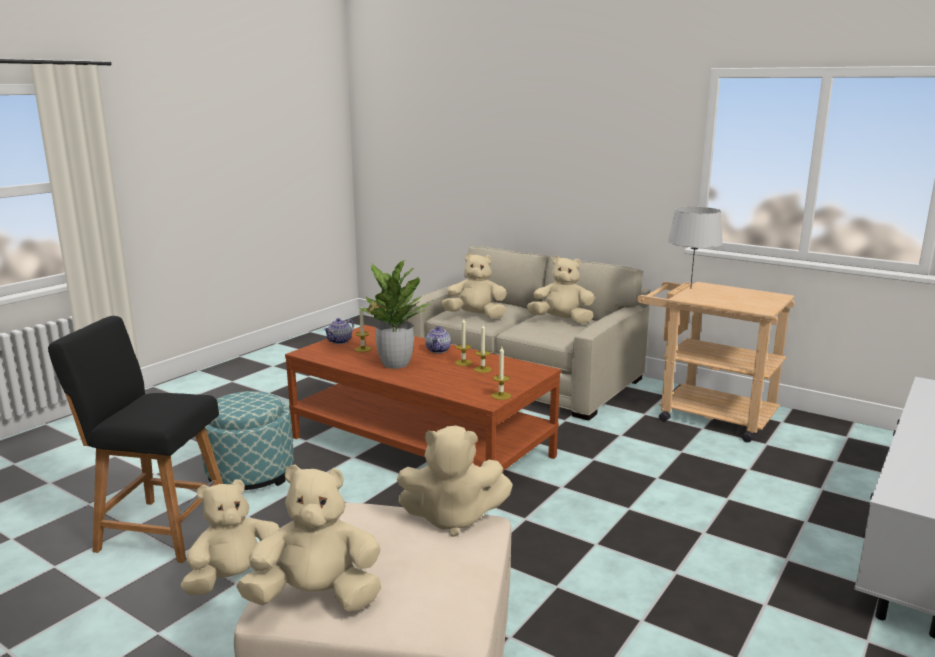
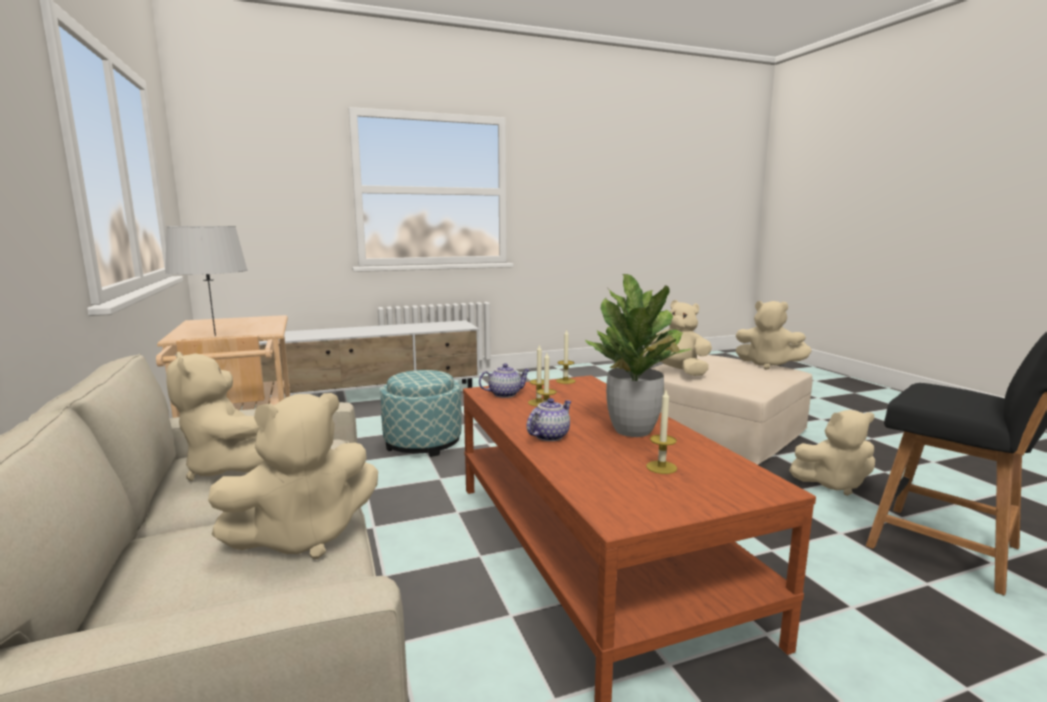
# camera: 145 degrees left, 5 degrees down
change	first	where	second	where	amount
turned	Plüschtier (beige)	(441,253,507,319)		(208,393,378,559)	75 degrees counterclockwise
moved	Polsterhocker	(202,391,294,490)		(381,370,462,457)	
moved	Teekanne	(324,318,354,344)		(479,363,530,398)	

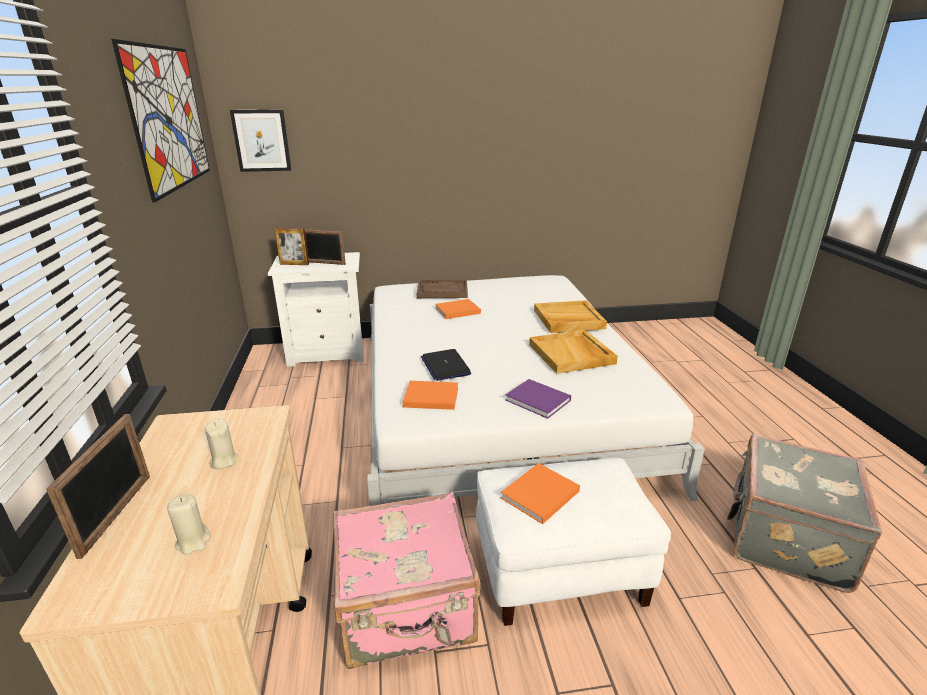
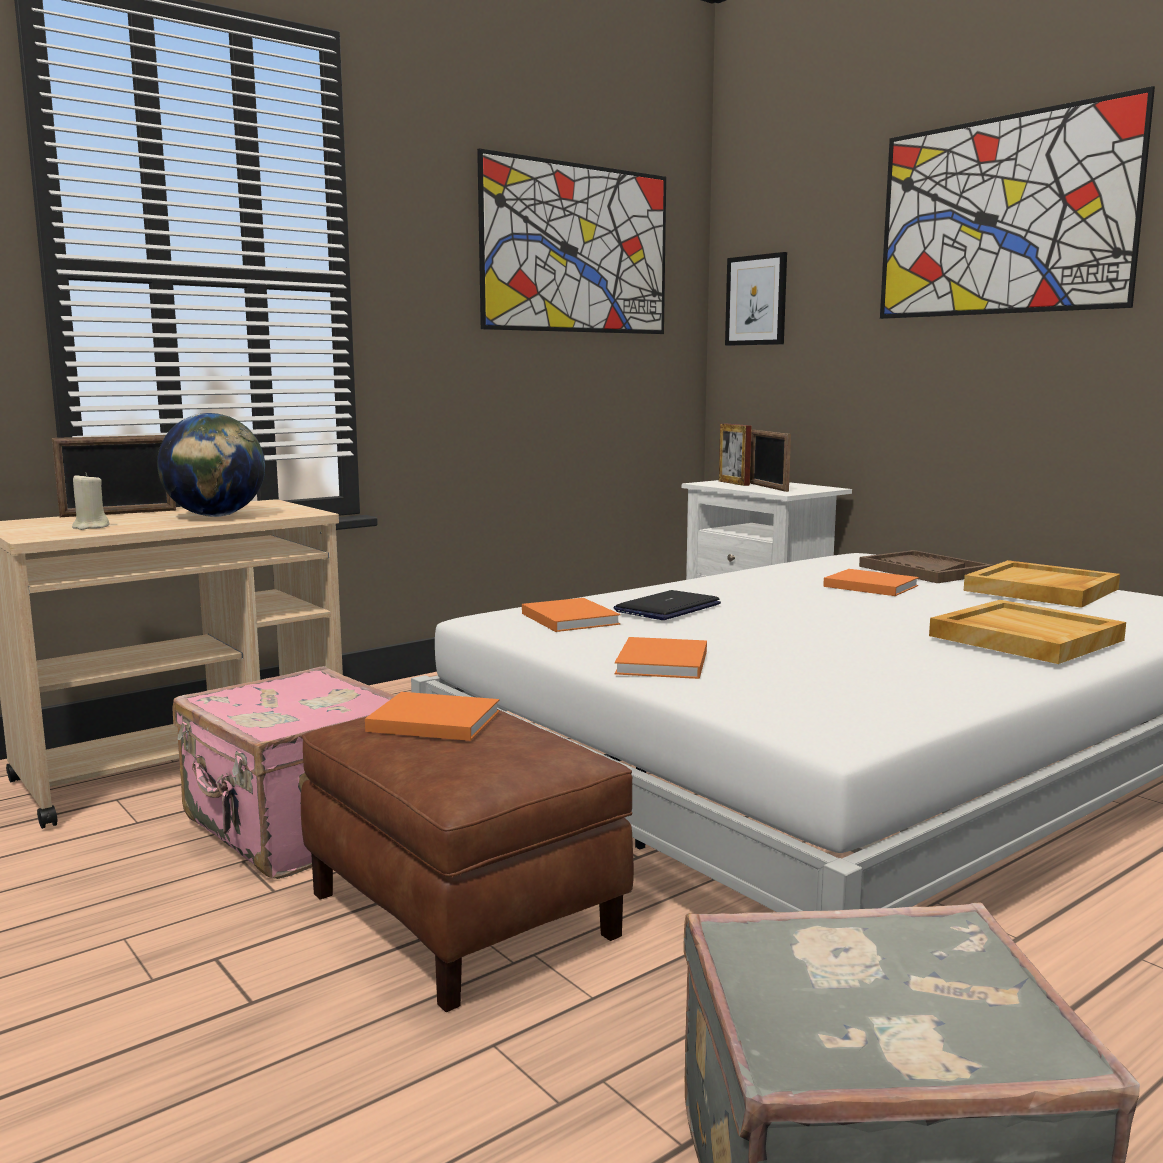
# camera: 60 degrees right, 15 degrees down
change	first	where	second	where	amount
replaced	Kerze (beige)	(205,419,238,469)	Globus	(157,413,265,517)	
recoloured	Polsterhocker (weiß)	(476,458,671,626)	Polsterhocker (braun)	(301,709,634,1012)	
recoloured	Buch (lila)	(505,379,571,419)	Buch (orange)	(615,637,707,679)	
added			Bild	(880,86,1155,319)	
moved	Tablett (beige)	(529,330,618,374)		(964,560,1120,608)	

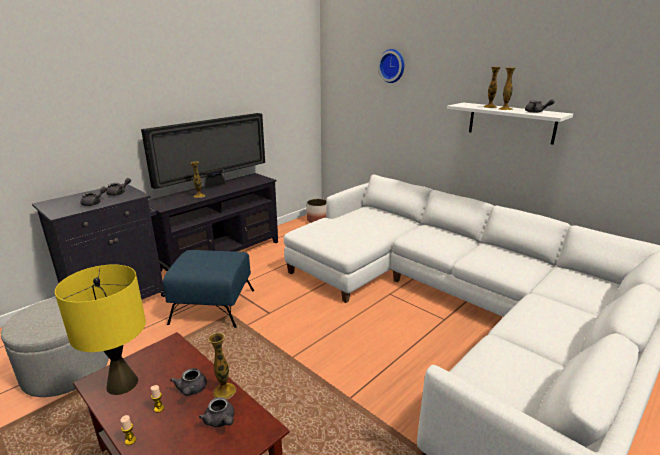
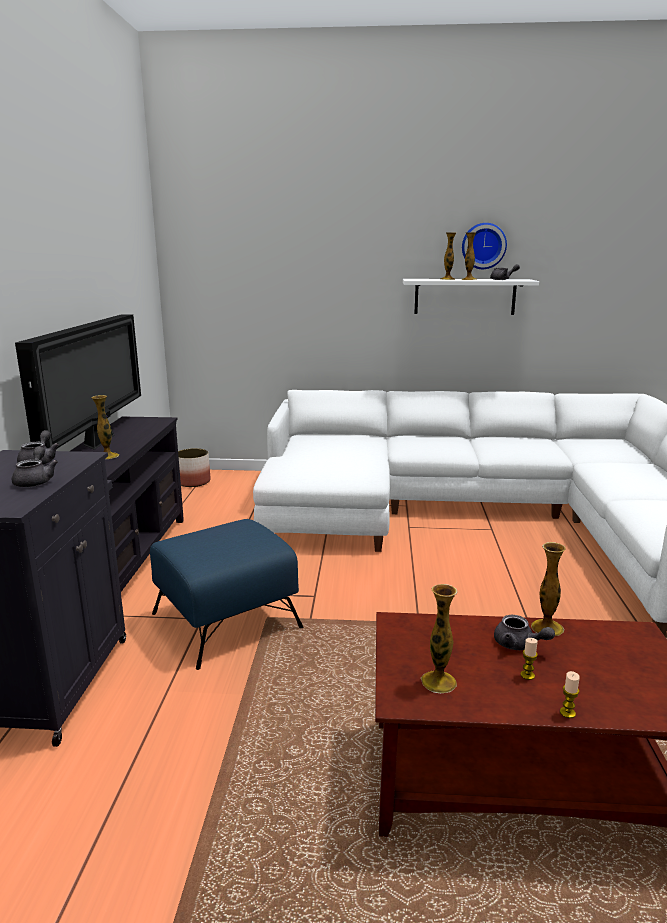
# camera: 40 degrees left, 5 degrees down
change	first	where	second	where	amount
replaced	Tischlampe (gelb)	(55,264,146,395)	Vase	(421,584,458,693)	
moved	Wanduhr	(378,49,404,83)		(462,223,507,269)	
removed	Polsterhocker (grau)	(1,298,109,397)			
removed	Teekanne (grau)	(199,397,234,427)			

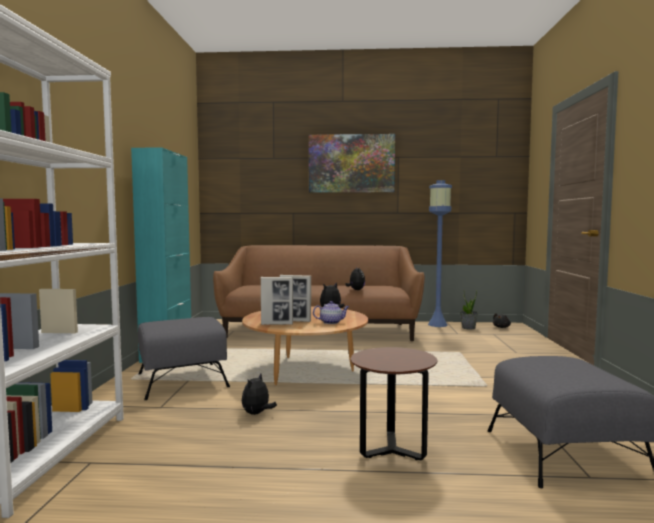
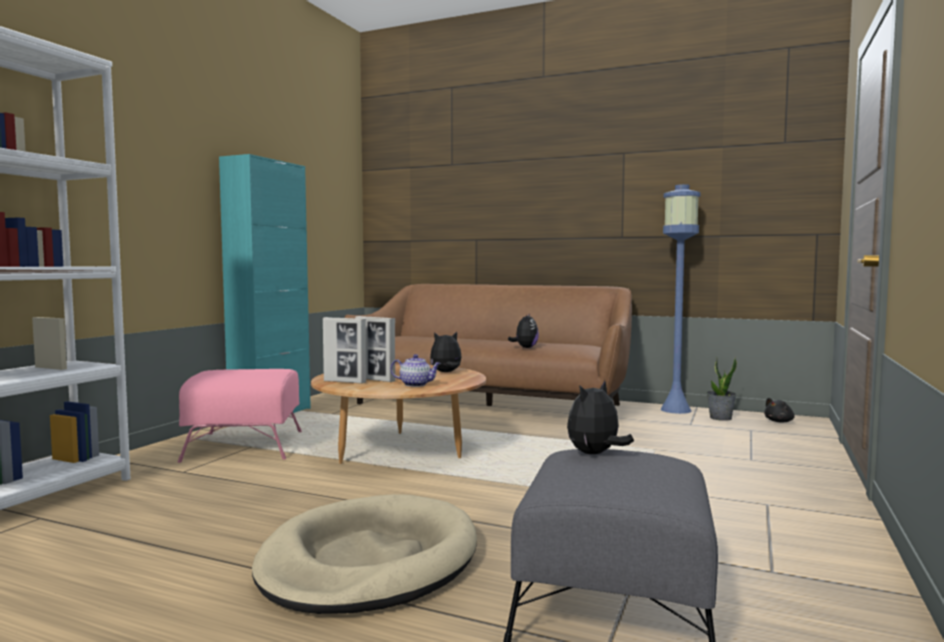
# camera: 20 degrees right, 0 degrees up
change	first	where	second	where	amount
recoloured	Polsterhocker (grau)	(138,317,230,400)	Polsterhocker (rosa)	(178,369,302,463)	
replaced	Beistelltisch (braun)	(350,347,437,460)	Hundebett (beige)	(252,494,477,614)	
moved	Plüschtier	(242,373,277,415)		(567,380,634,454)	
removed	Bild	(309,134,395,193)			

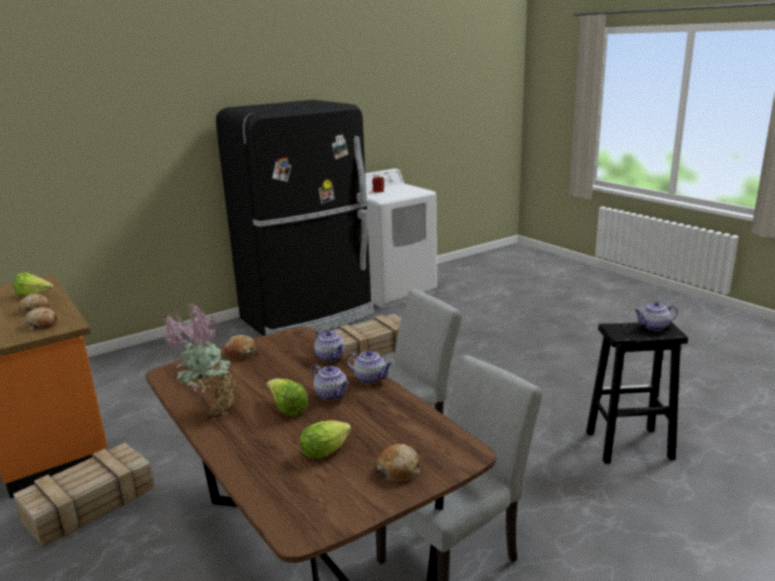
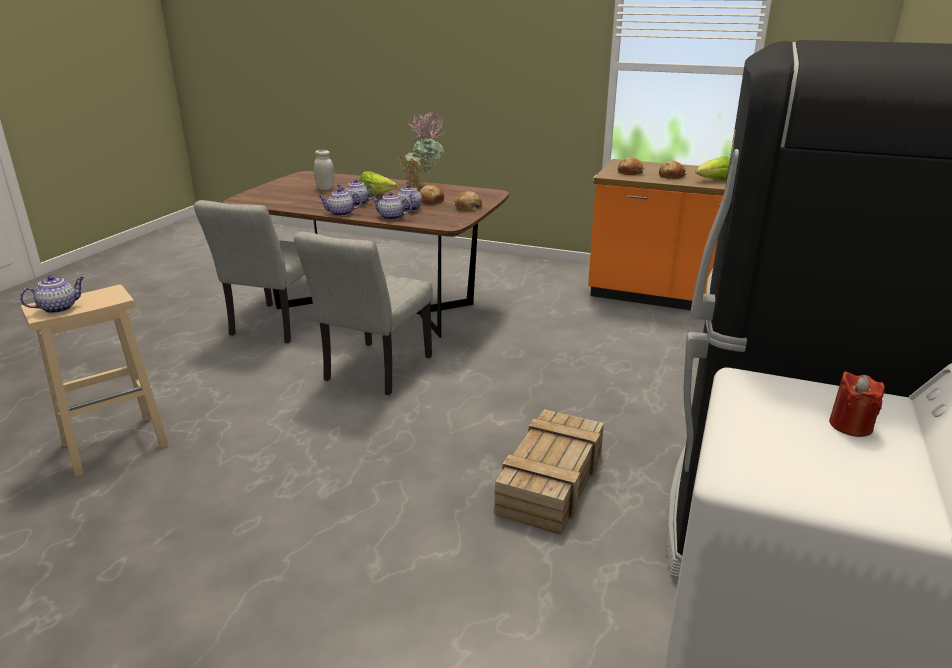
# camera: 145 degrees right, 5 degrees up
change	first	where	second	where	amount
recoloured	Hocker (schwarz)	(586,321,688,464)	Hocker (beige)	(21,285,169,477)	
replaced	Salatkopf	(300,420,351,459)	Vorratsglas (weiß)	(314,150,335,190)	
added			Teekanne	(397,184,422,211)	
moved	Brot	(375,444,420,481)		(420,185,444,205)	
removed	Kiste	(13,443,155,548)			

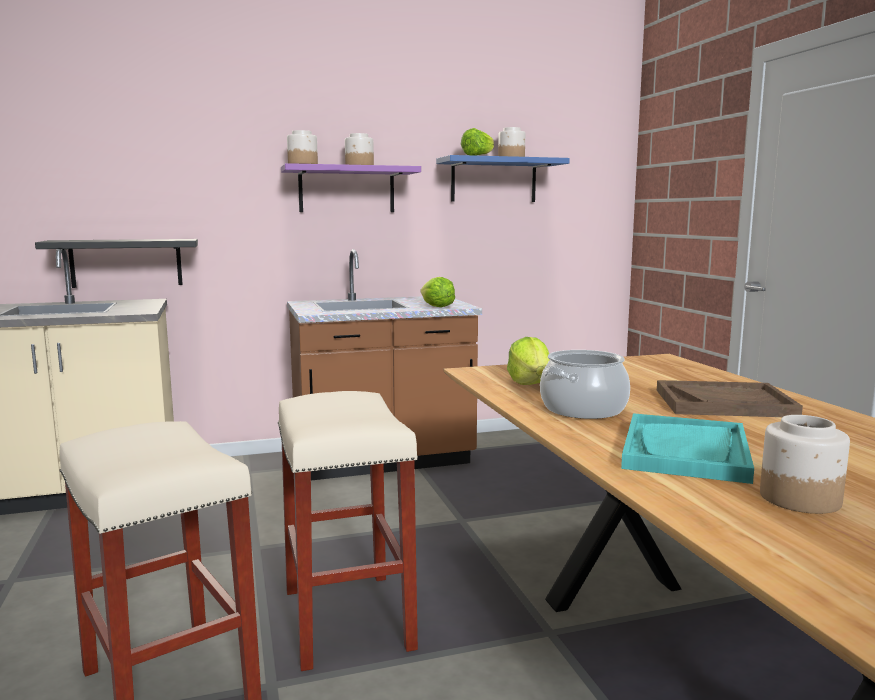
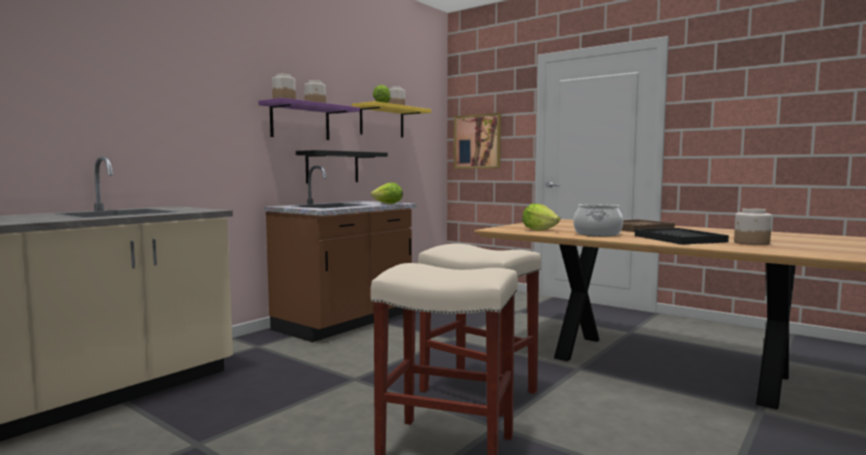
# camera: 35 degrees left, 5 degrees down
change	first	where	second	where	amount
moved	Wandregal (schwarz)	(35,239,198,288)		(296,150,388,184)	
recoloured	Wandregal (blau)	(436,155,570,202)	Wandregal (gelb)	(352,101,431,137)	
added			Bild	(454,113,501,169)	
recoloured	Tablett (türkis)	(621,413,754,484)	Tablett (schwarz)	(635,228,729,245)	

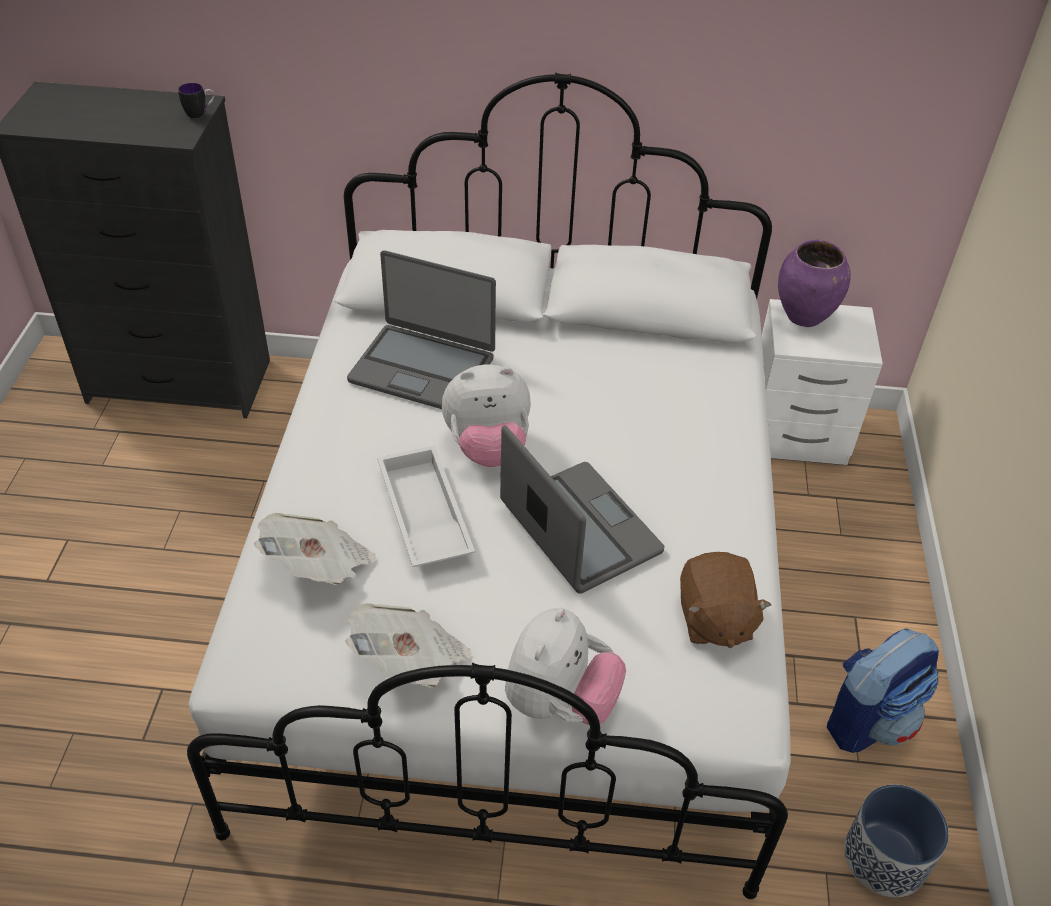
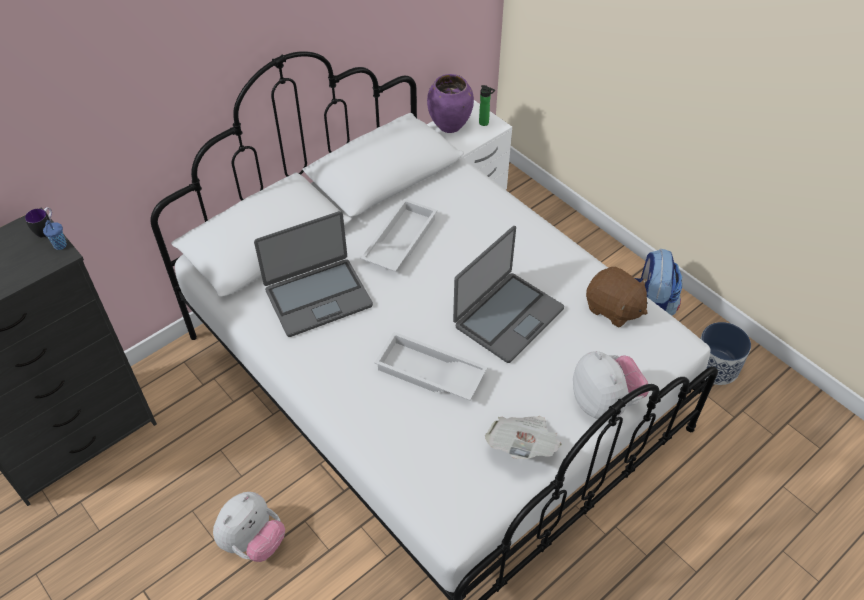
# camera: 45 degrees left, 5 degrees up
change	first	where	second	where	amount
added			Tasse (blau)	(43,220,67,250)	
moved	Plüschtier	(442,364,531,467)		(213,492,285,562)	
added			Tablett (weiß)	(361,199,437,272)	
turned	Laptop	(500,425,665,594)		(453,226,564,363)	120 degrees clockwise
added			Flasche	(479,85,495,126)	
removed	Zeitung	(254,513,376,585)			

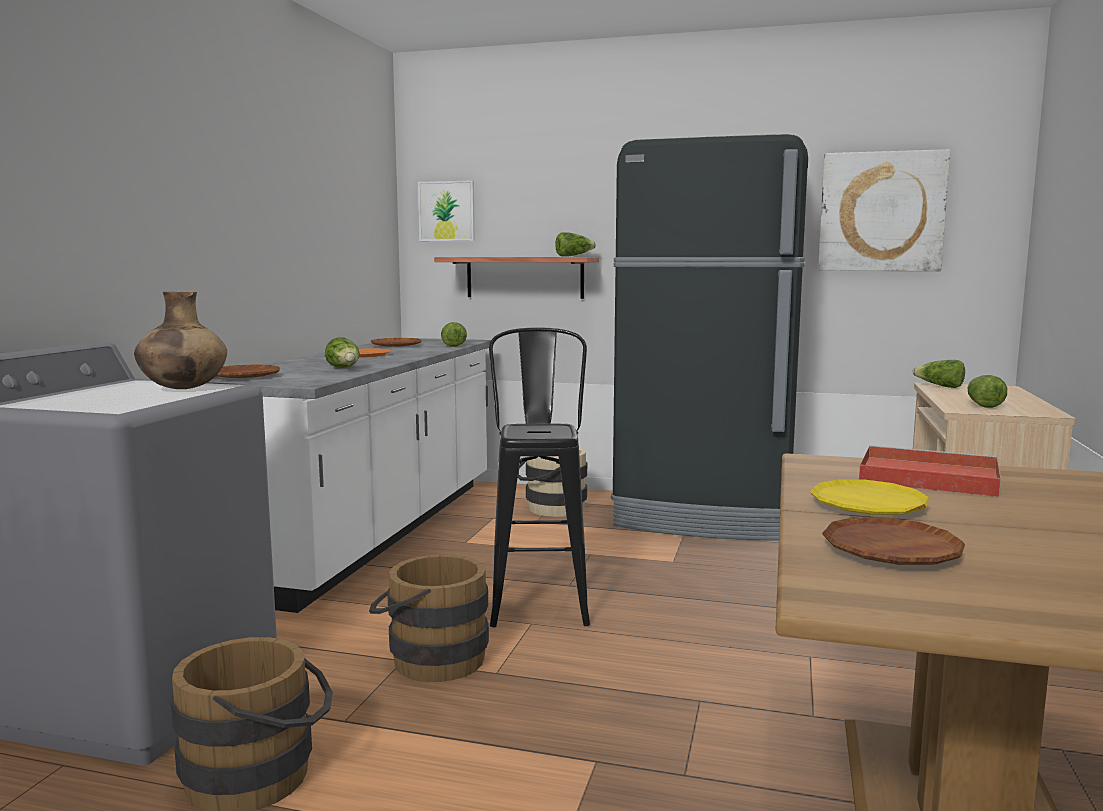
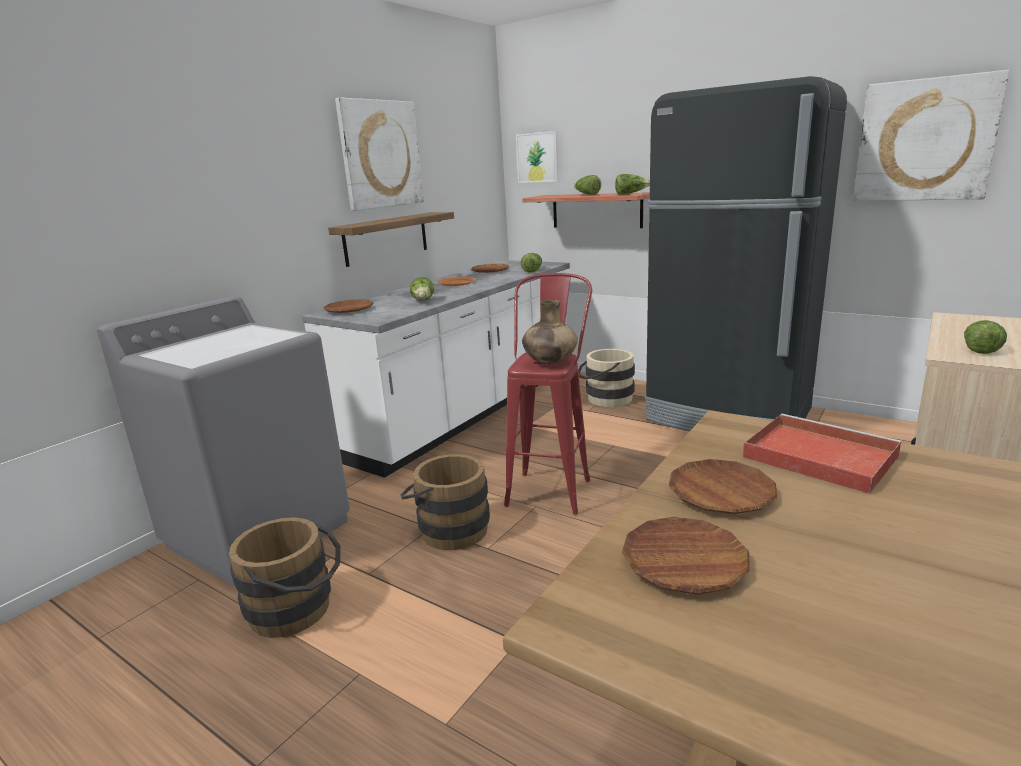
# camera: 20 degrees right, 10 degrees up
change	first	where	second	where	amount
added			Wandregal	(328,212,454,267)	
added			Bild	(335,97,424,211)	
recoloured	Hocker (schwarz)	(489,327,590,627)	Hocker (rot)	(504,273,592,515)	
moved	Vase (braun)	(134,292,227,389)		(522,300,578,364)	
moved	Salatkopf	(912,360,965,388)		(574,175,601,195)	
recoloured	Teller (gelb)	(810,479,930,515)	Teller (braun)	(669,459,777,514)	

